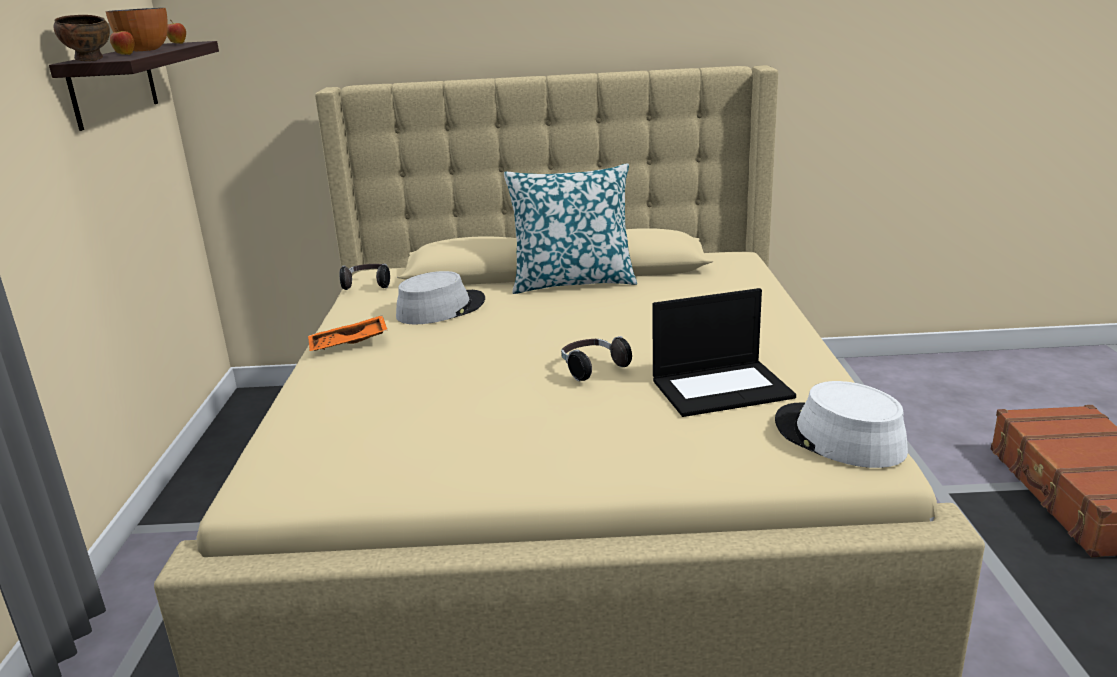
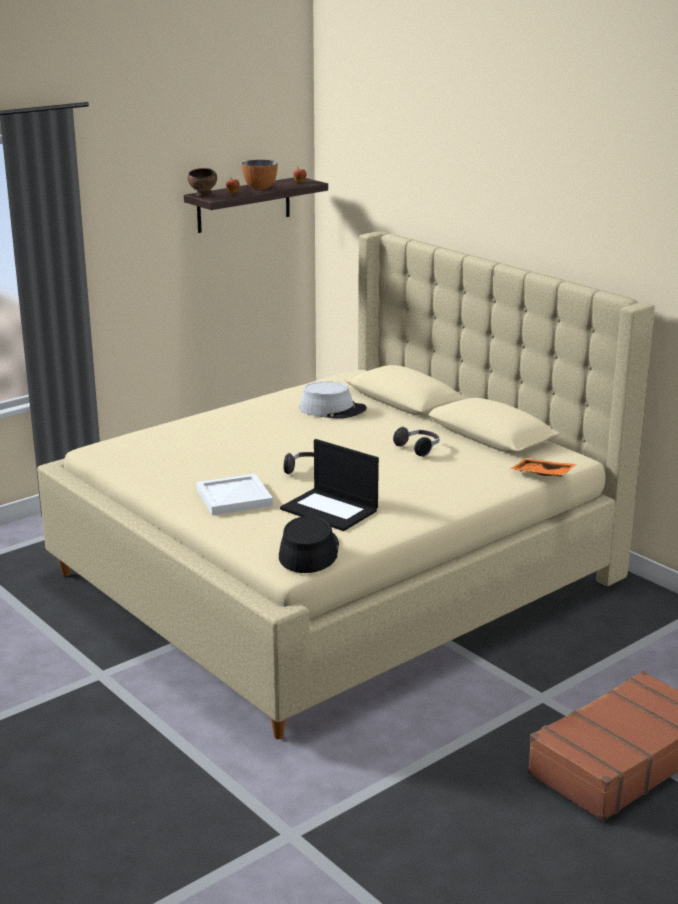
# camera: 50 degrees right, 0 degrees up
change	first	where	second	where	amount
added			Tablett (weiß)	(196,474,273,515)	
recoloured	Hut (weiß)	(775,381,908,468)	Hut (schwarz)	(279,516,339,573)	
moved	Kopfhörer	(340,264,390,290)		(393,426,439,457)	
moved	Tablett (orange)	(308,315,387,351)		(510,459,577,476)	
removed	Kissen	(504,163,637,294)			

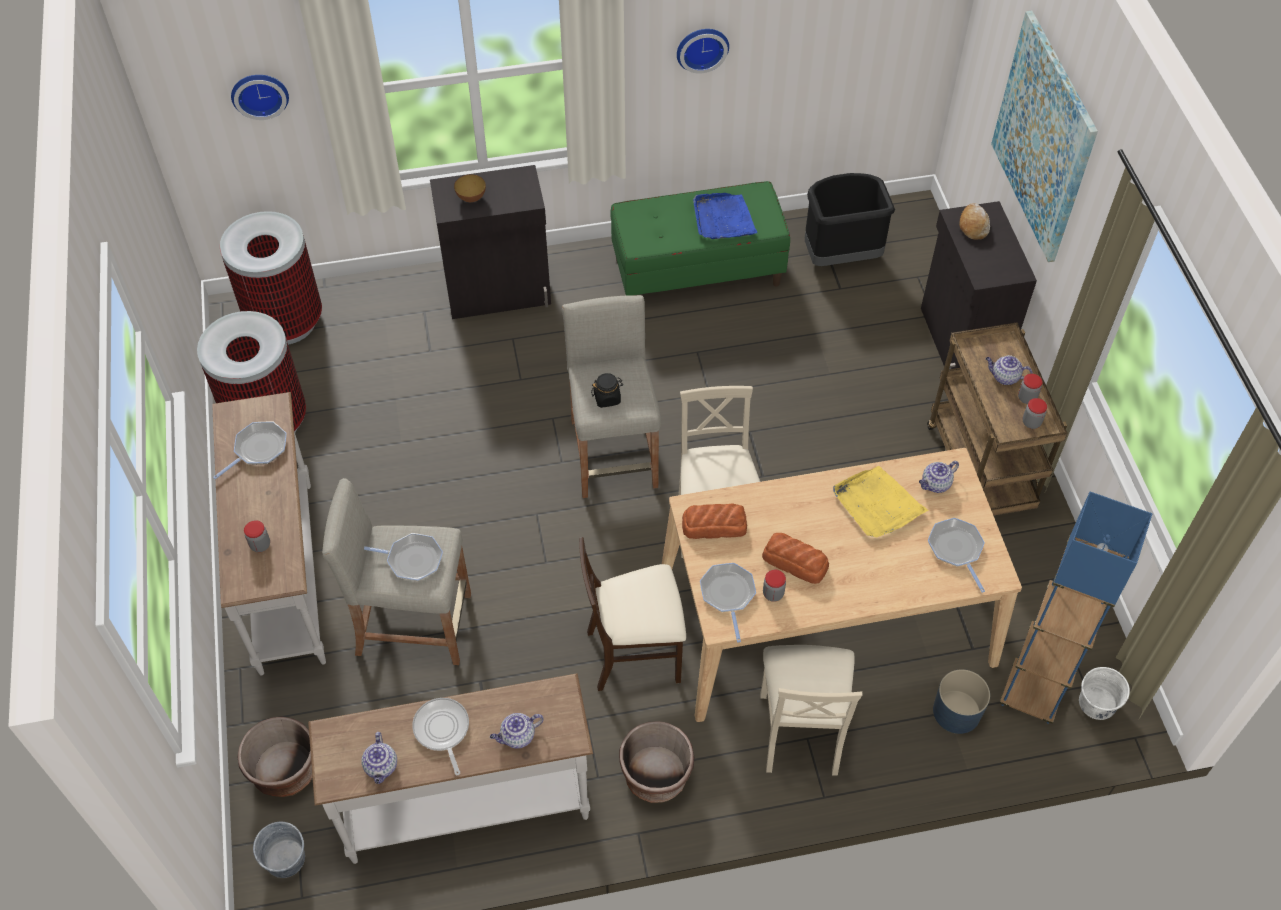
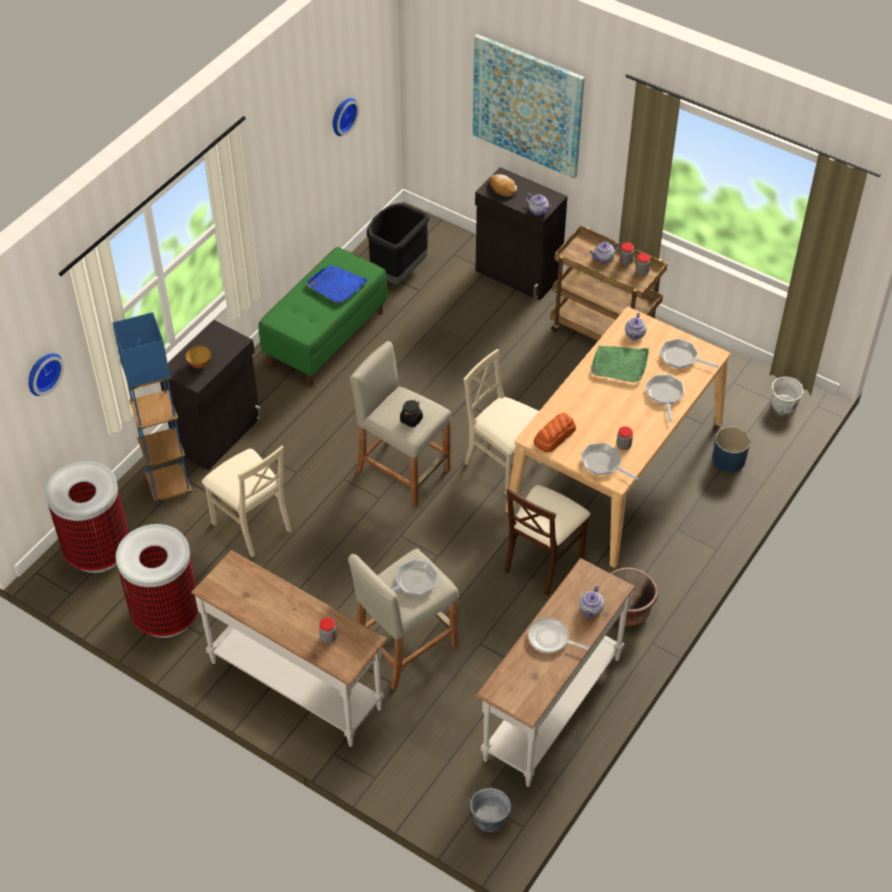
# camera: 45 degrees left, 5 degrees down
change	first	where	second	where	amount
moved	Stehlampe (blau)	(1000,491,1152,724)		(112,312,192,504)	
moved	Stuhl (beige)	(760,645,862,776)		(202,445,291,557)	
moved	Wanduhr	(677,29,729,74)		(333,98,359,136)	
moved	Teekanne	(361,732,397,784)		(525,193,552,215)	
recoloured	Tablett (gelb)	(833,466,928,537)	Tablett (grün)	(591,346,649,382)	
moved	Pfanne	(213,422,287,479)		(646,375,684,422)	
removed	Pflanzkübel (braun)	(238,716,312,797)			
removed	Brot	(762,533,829,584)			

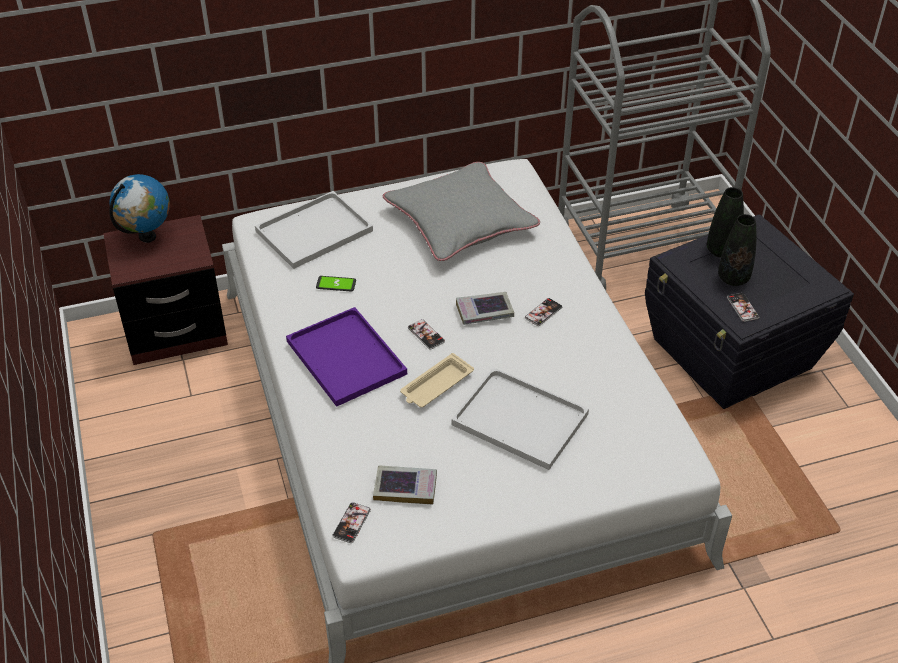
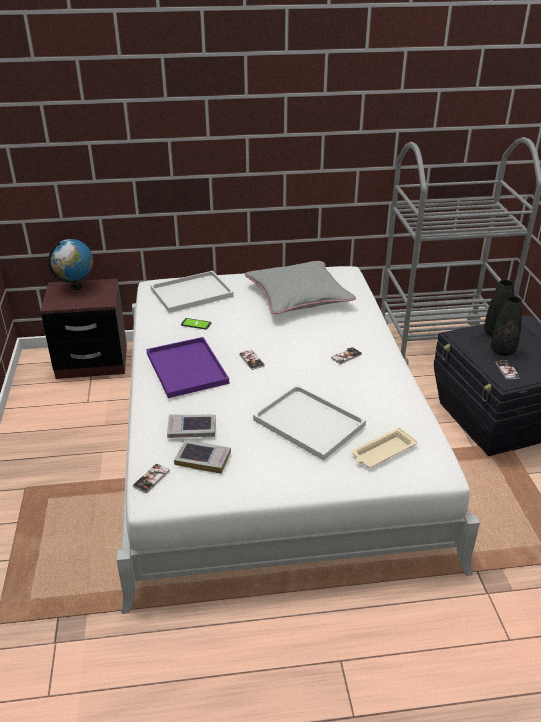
# camera: 10 degrees right, 10 degrees down
change	first	where	second	where	amount
moved	Buch	(456,292,514,325)		(167,414,216,438)	
moved	Tablett (beige)	(400,353,474,408)		(352,427,418,468)	

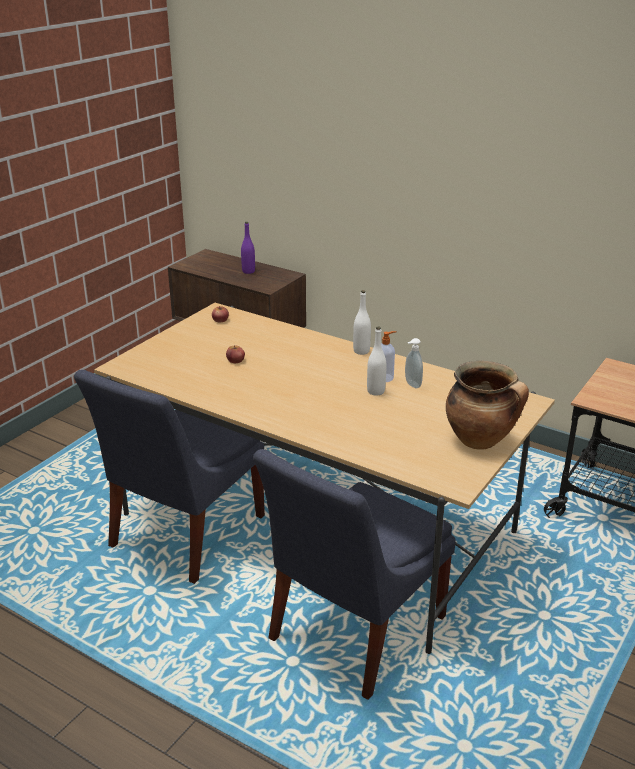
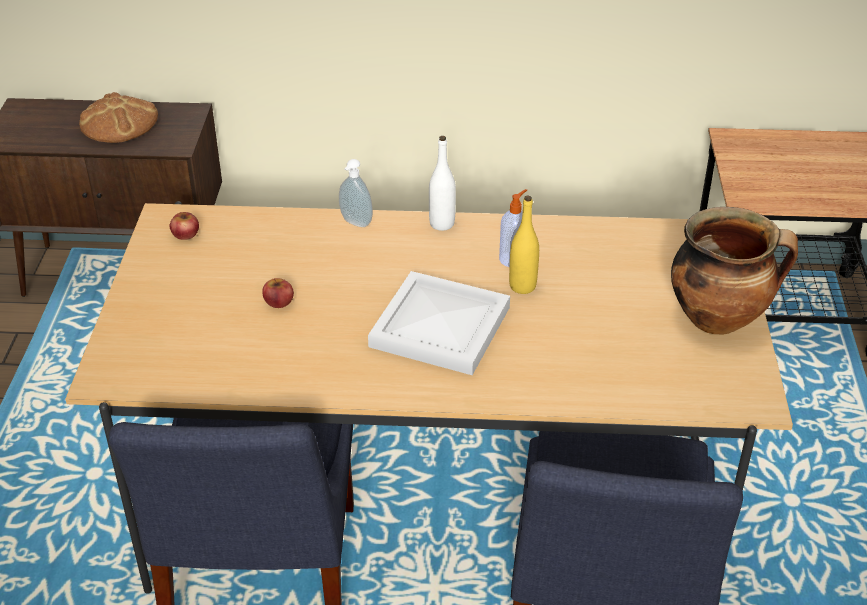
# camera: 30 degrees left, 10 degrees up
change	first	where	second	where	amount
replaced	Flasche (lila)	(241,222,255,274)	Brot	(79,92,158,143)	
moved	Seifenspender	(405,338,423,388)		(339,159,373,227)	
added			Tablett (weiß)	(368,271,510,375)	
recoloured	Flasche (weiß)	(367,327,386,396)	Flasche (gelb)	(509,196,539,294)	

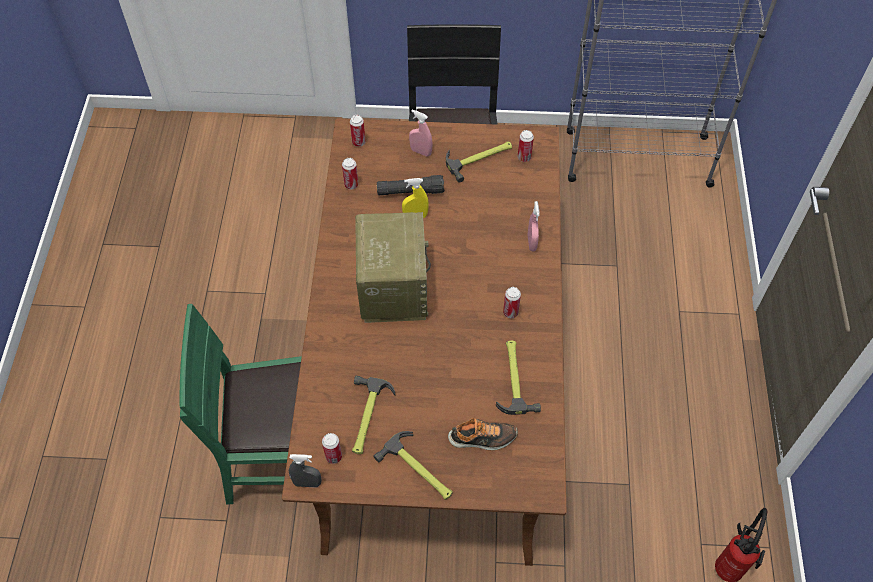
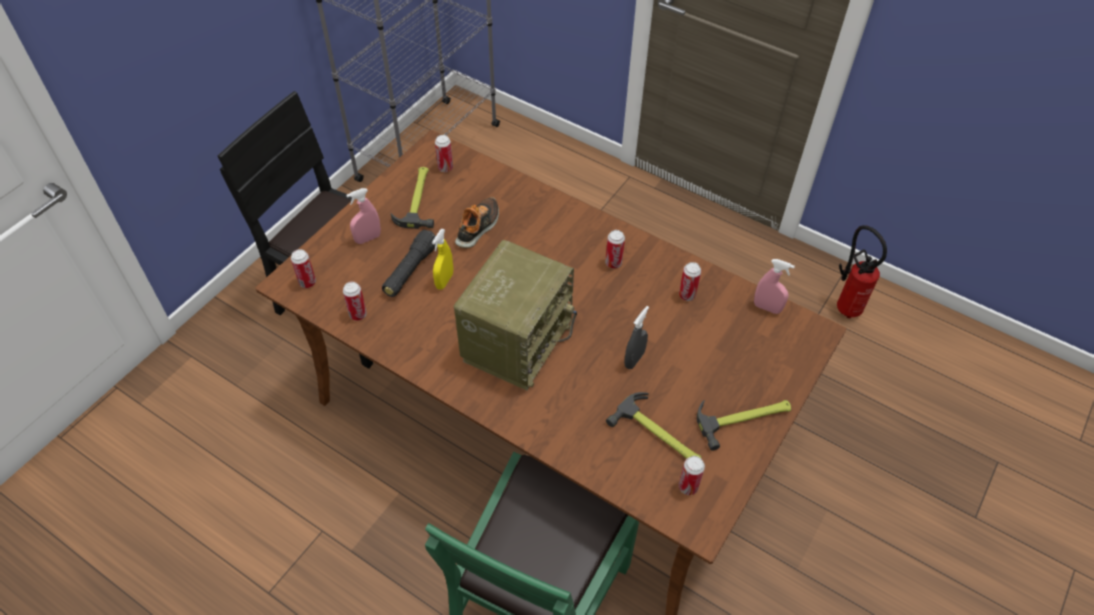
# camera: 60 degrees left, 5 degrees down
change	first	where	second	where	amount
turned	Radio	(355,212,431,323)		(454,240,577,390)	90 degrees clockwise
moved	Schuh	(448,418,518,450)		(455,197,499,248)	
moved	Sprühflasche (grau)	(289,454,322,487)		(624,306,649,369)	
replaced	Hammer	(496,340,541,415)	Dose	(679,262,701,301)	
moved	Sprühflasche (rosa)	(528,201,539,251)		(754,259,795,314)	

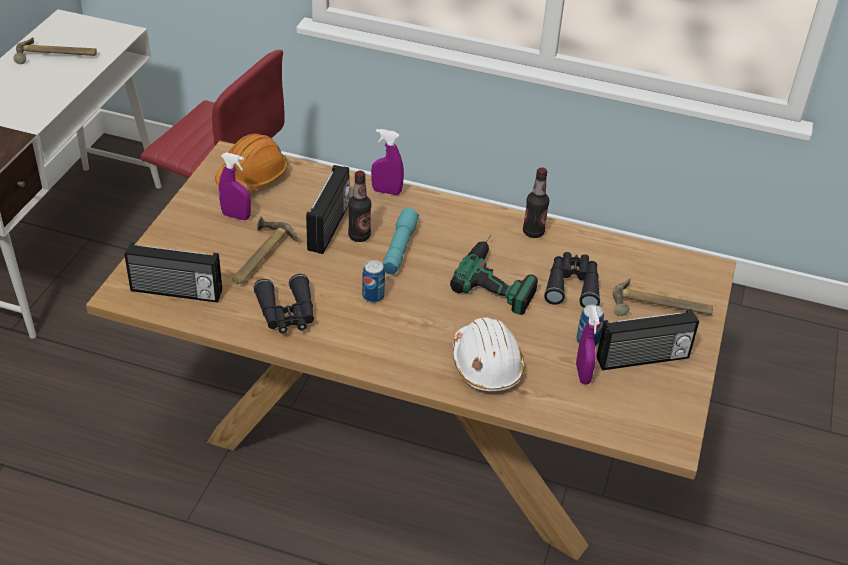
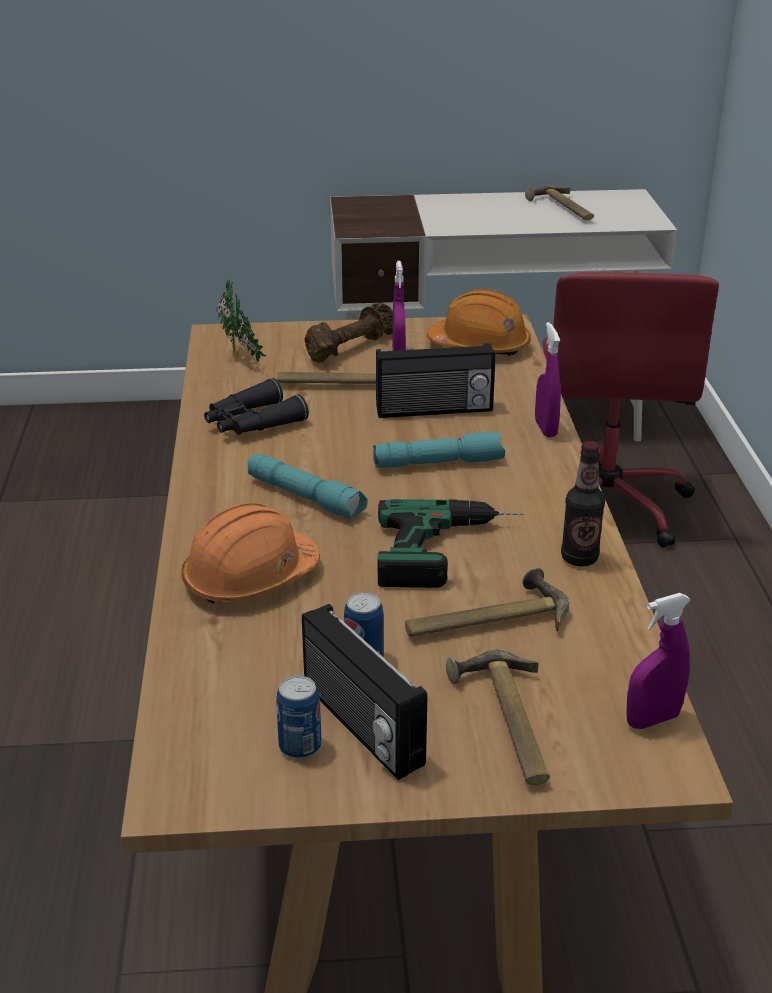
# camera: 70 degrees right, 10 degrees down
change	first	where	second	where	amount
recoloured	Schutzhelm (weiß)	(453,317,525,391)	Schutzhelm (orange)	(181,503,320,604)	
replaced	Radio	(124,242,222,303)	Topfpflanze	(217,278,266,361)	
added			Taschenlampe (türkis)	(247,453,368,519)	
moved	Dose	(362,260,385,303)		(276,676,322,759)	
added			Hantel (braun)	(304,303,393,363)	
replaced	Fernglas (schwarz)	(544,252,600,308)	Hammer	(405,568,569,637)	
moved	Sprühflasche (lila)	(576,306,599,385)		(627,593,691,729)	
removed	Flasche	(348,171,371,242)			

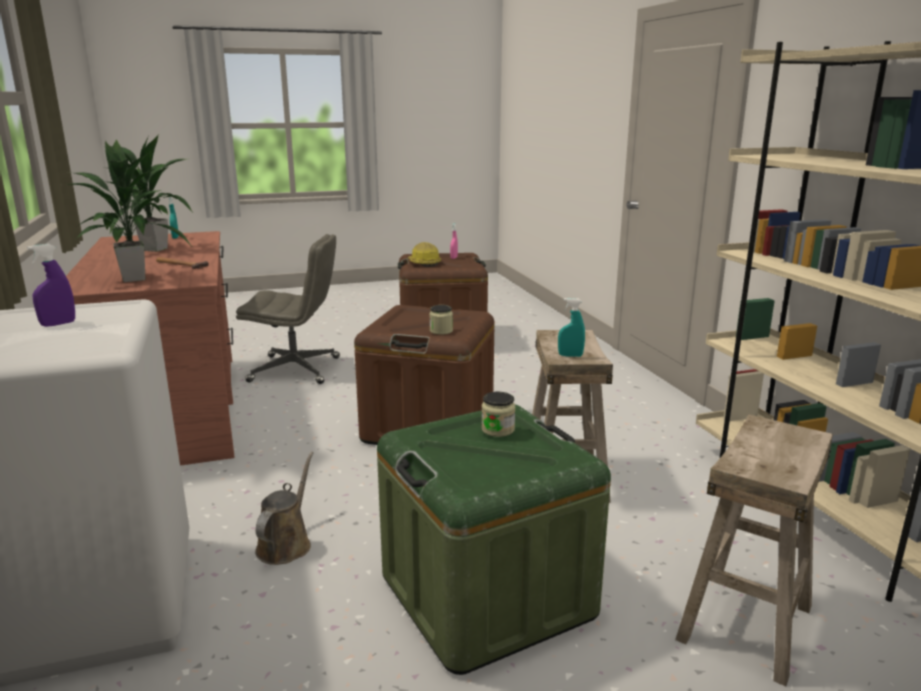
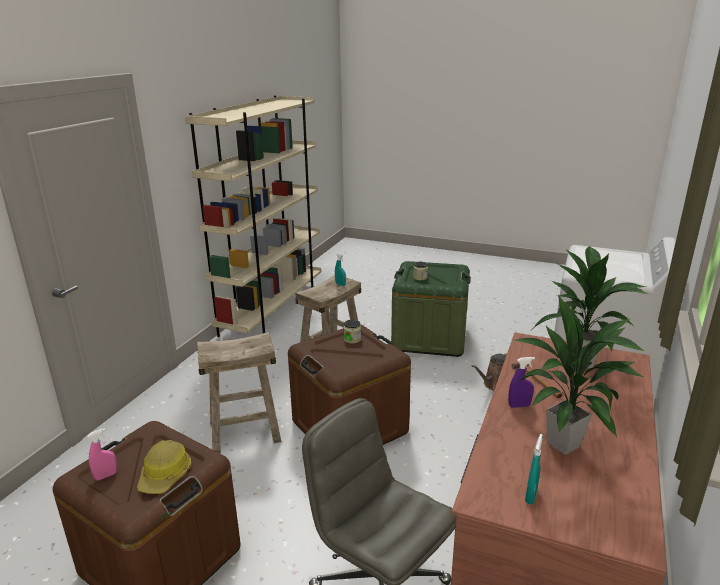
# camera: 140 degrees left, 5 degrees up
change	first	where	second	where	amount
moved	Hocker (beige)	(675,415,833,686)		(197,332,281,453)	
moved	Sprühflasche (lila)	(27,244,75,327)		(508,357,535,408)	

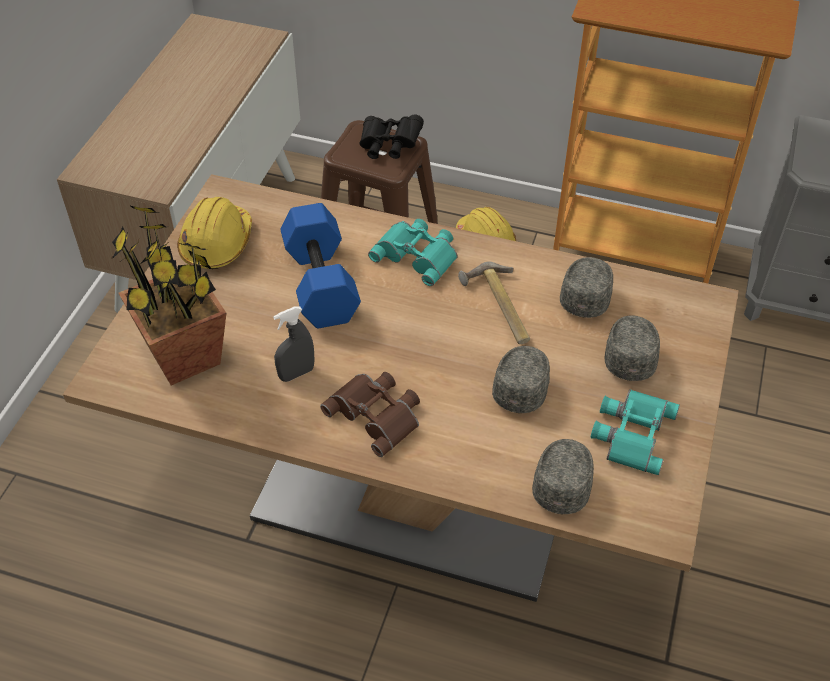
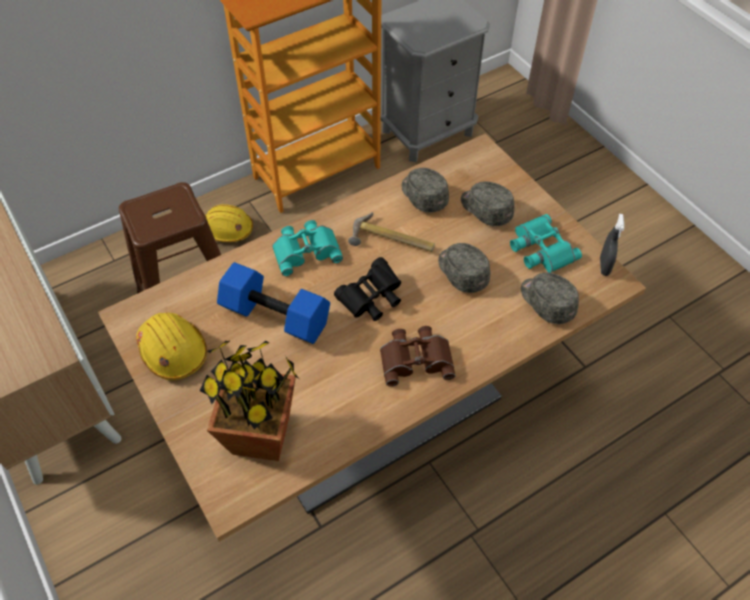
# camera: 50 degrees left, 5 degrees up
change	first	where	second	where	amount
moved	Fernglas (schwarz)	(360,114,424,159)		(334,257,401,321)	
moved	Sprühflasche (grau)	(273,306,315,382)		(600,214,624,276)	

